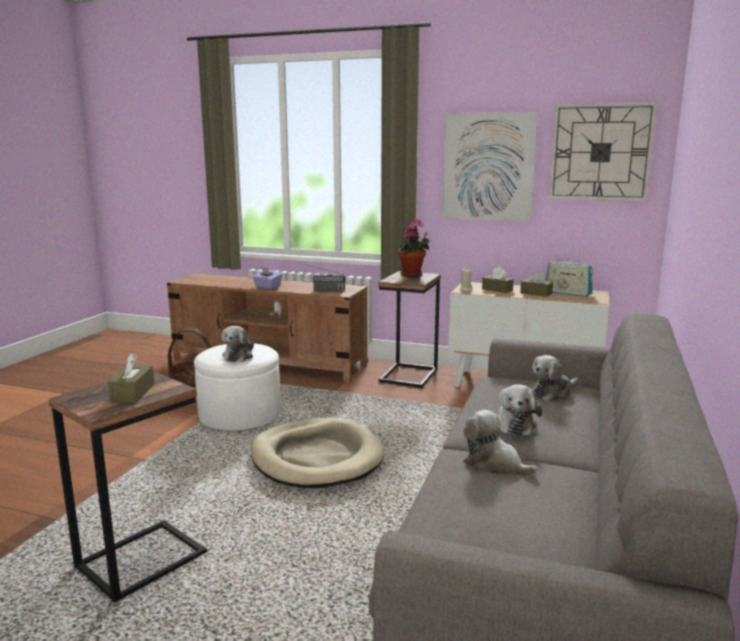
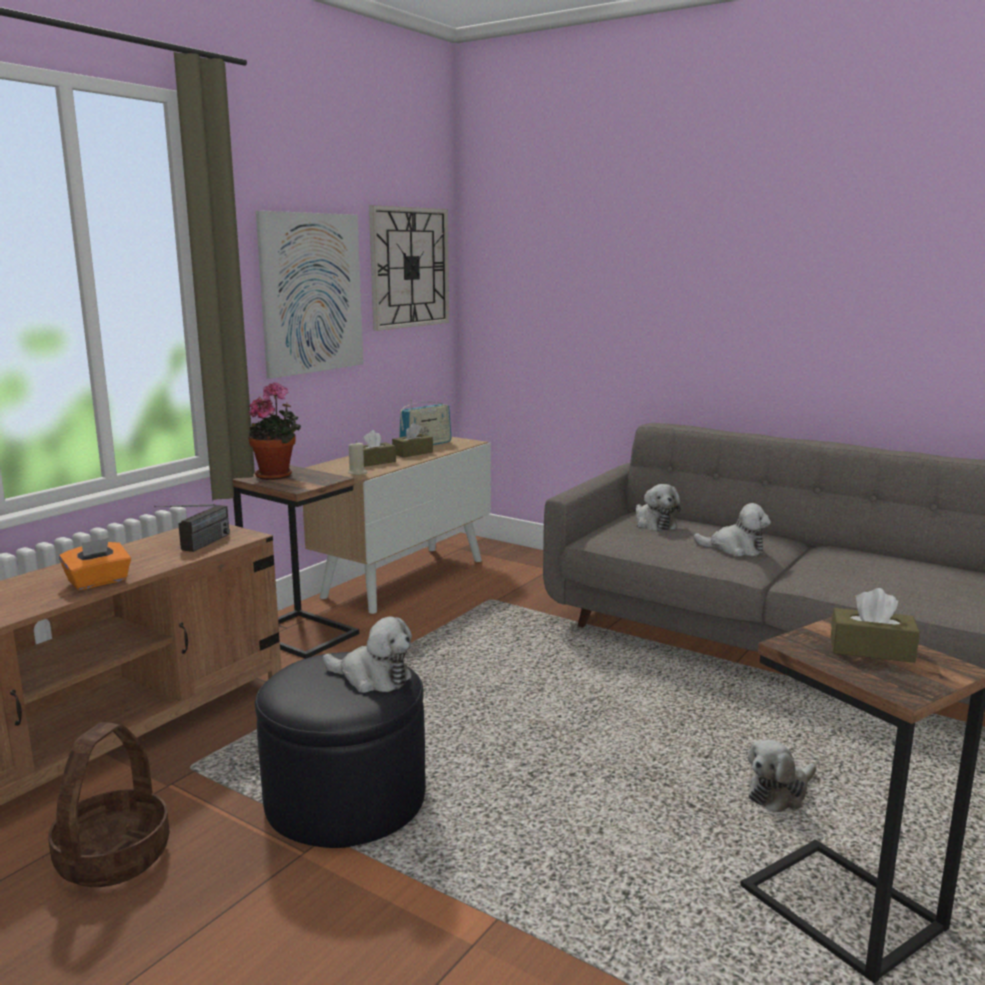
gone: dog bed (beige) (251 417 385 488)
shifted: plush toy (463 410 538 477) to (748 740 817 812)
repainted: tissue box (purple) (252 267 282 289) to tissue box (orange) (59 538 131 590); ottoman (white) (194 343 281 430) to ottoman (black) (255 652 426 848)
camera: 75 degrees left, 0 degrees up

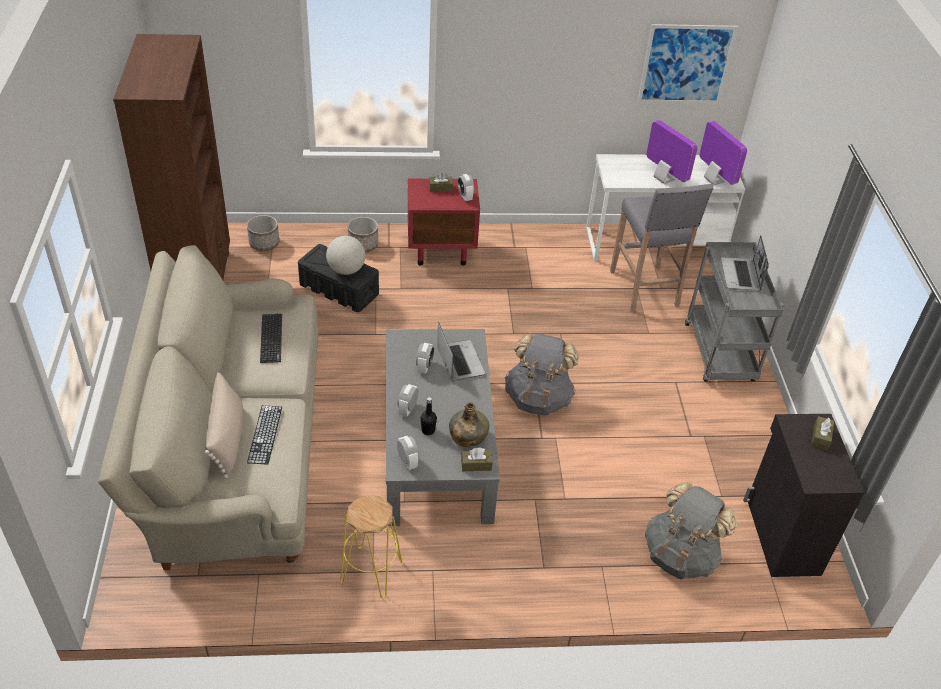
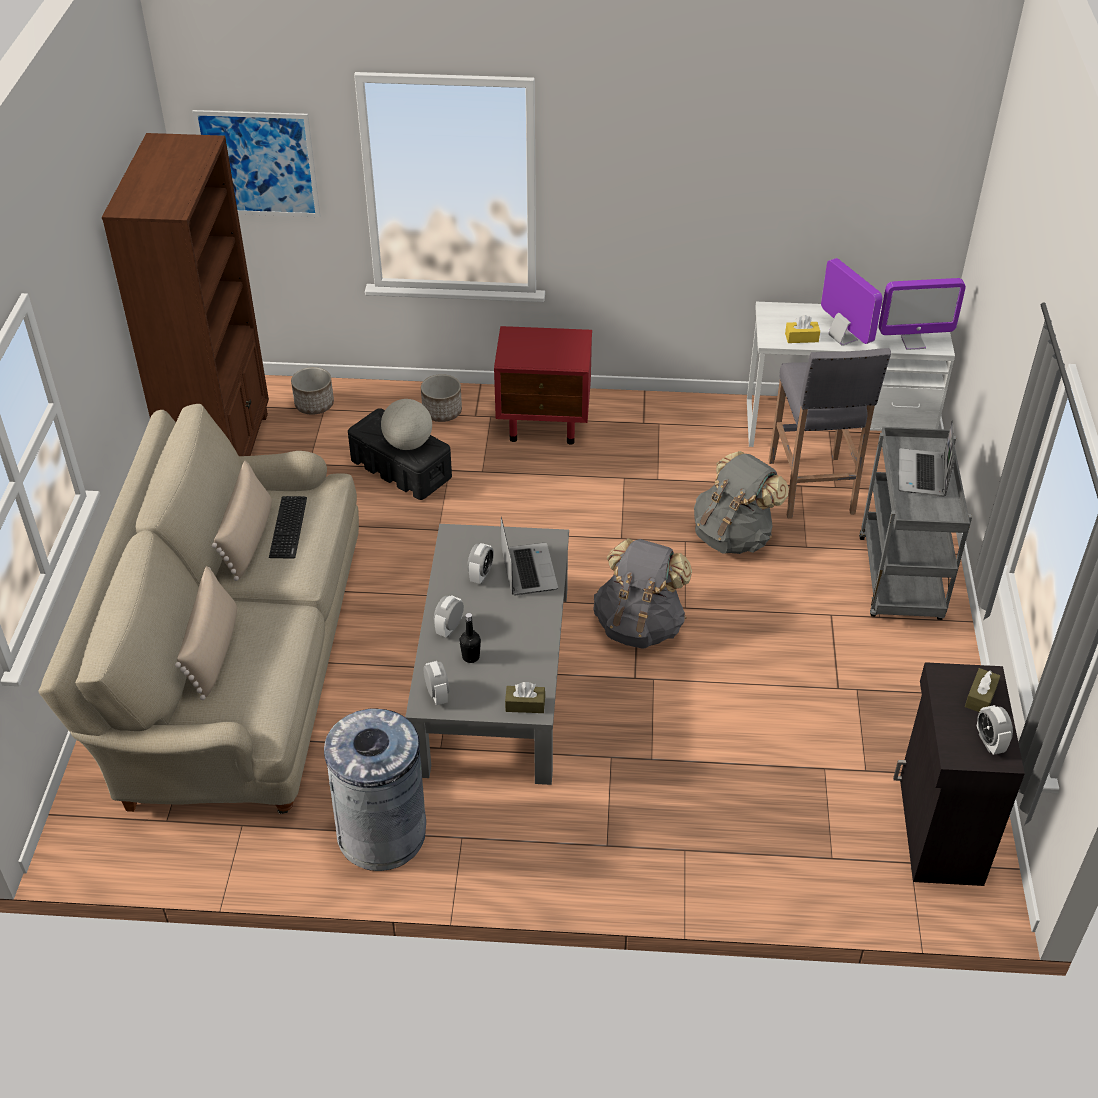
gone: keyboard (247 405 282 465); tissue box (brown) (429 173 453 192); bottle (green) (449 402 489 447)
new: pillow (beige) (212 461 272 581); tissue box (yellow) (785 315 820 343)
shifted: picture (638 24 738 104) to (192 110 320 217); backpack (grey) (645 482 737 579) to (694 451 789 554); alarm clock (458 174 474 201) to (977 705 1013 755)
swapped: stool (yellow) (340 495 402 598) to trash can (grey) (324 708 426 871)
rotated: monitor (699 121 747 185) = (878 278 966 350) 105 degrees clockwise
camera: 10 degrees right, 0 degrees up

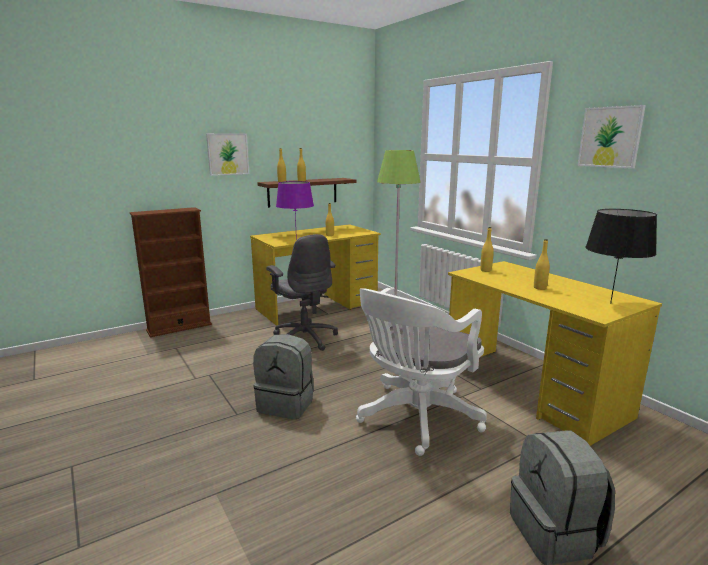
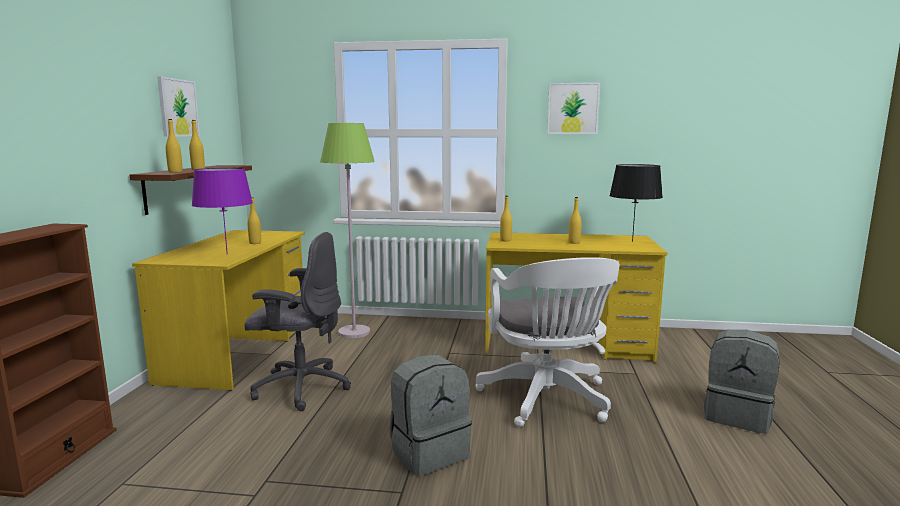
shifted: picture (206 133 249 176) to (157 76 200 137)
camera: 50 degrees left, 5 degrees down

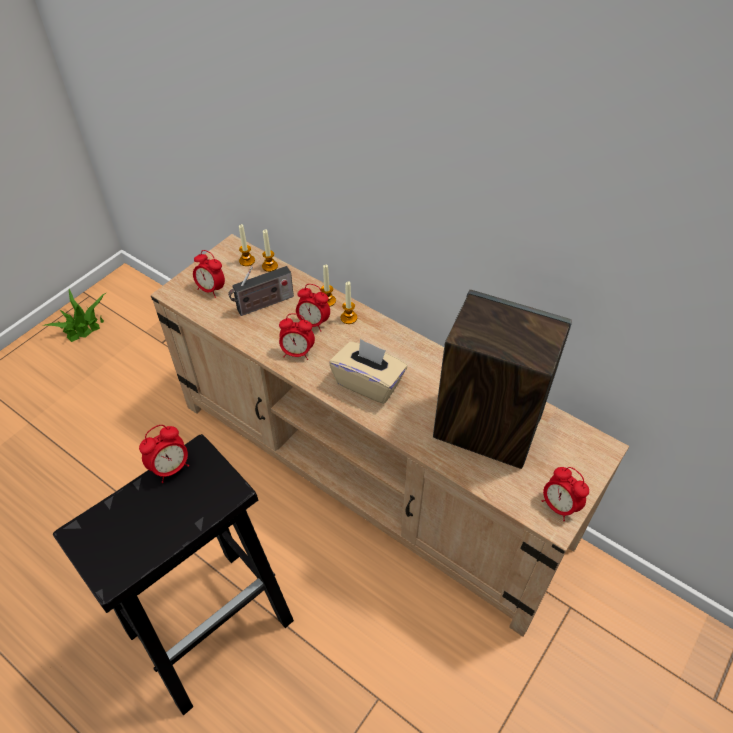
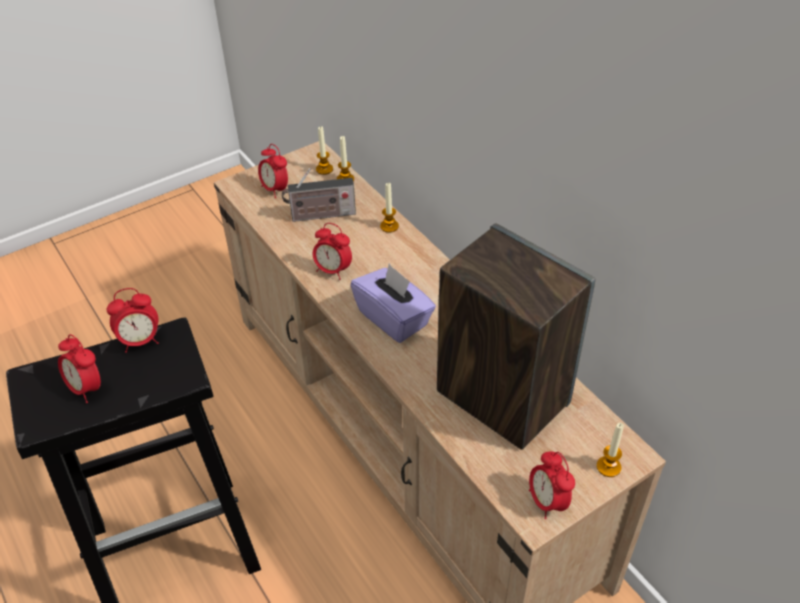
gone: potted plant (43 289 106 342)
shifted: alarm clock (296 284 330 332) to (58 334 101 403); candle (341 281 357 324) to (597 423 624 477)
repainted: tissue box (beige) (329 338 407 404) to tissue box (purple) (350 264 436 343)
camera: 20 degrees right, 5 degrees down

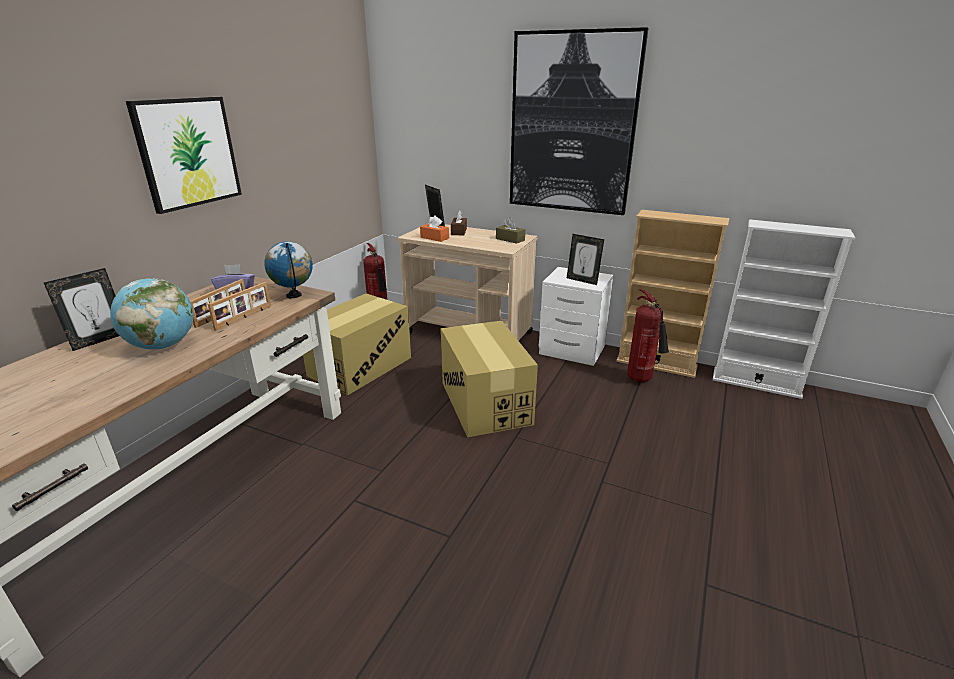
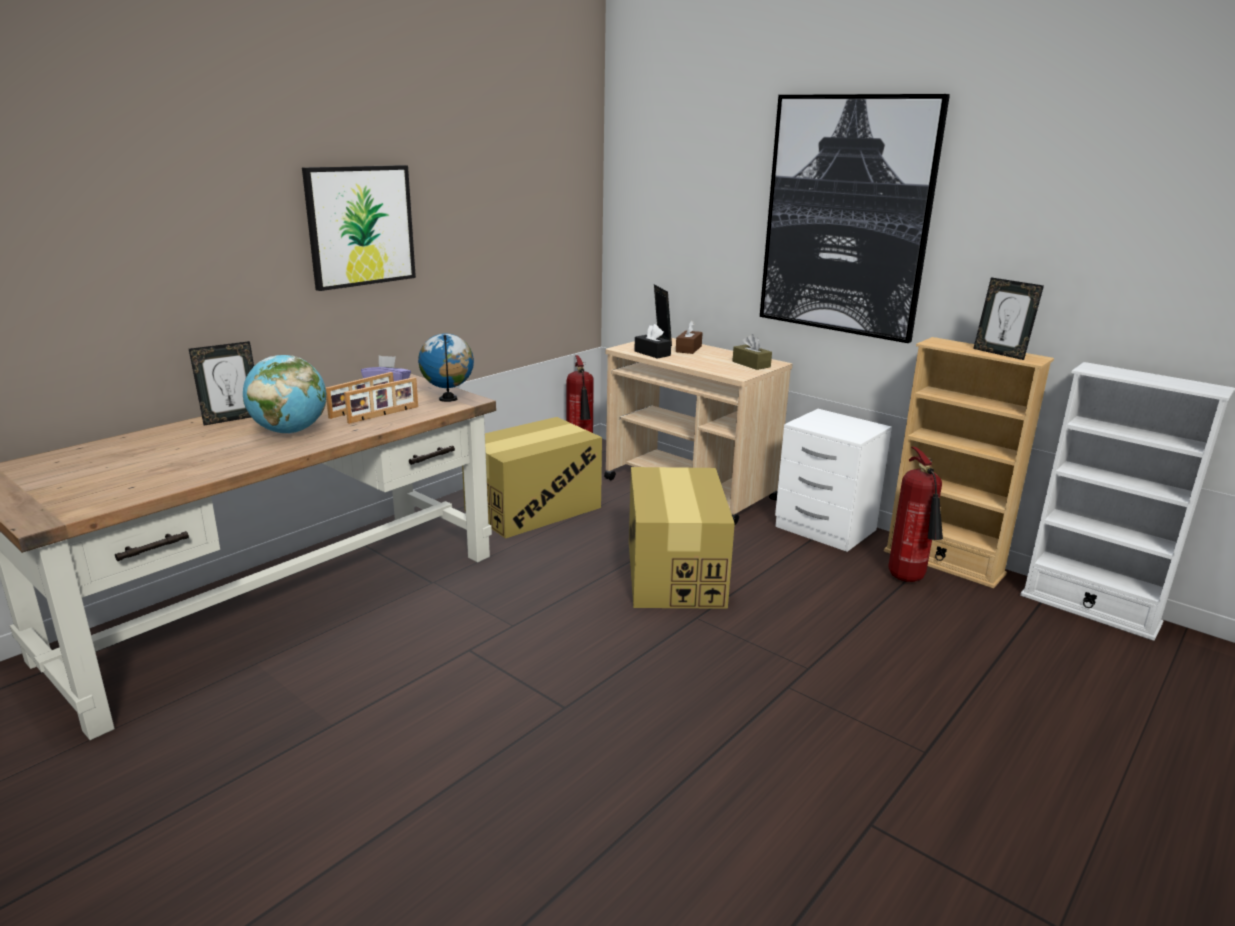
shifted: picture frame (567 234 604 285) to (973 277 1044 360)
repainted: tissue box (orange) (420 216 449 242) to tissue box (black) (634 324 671 359)
camera: 15 degrees right, 5 degrees down

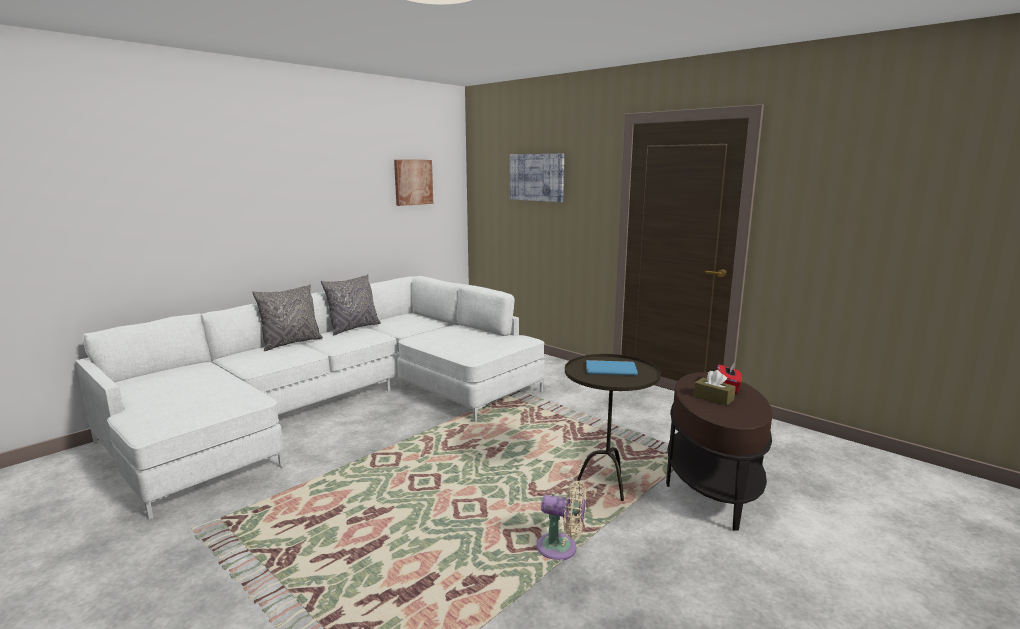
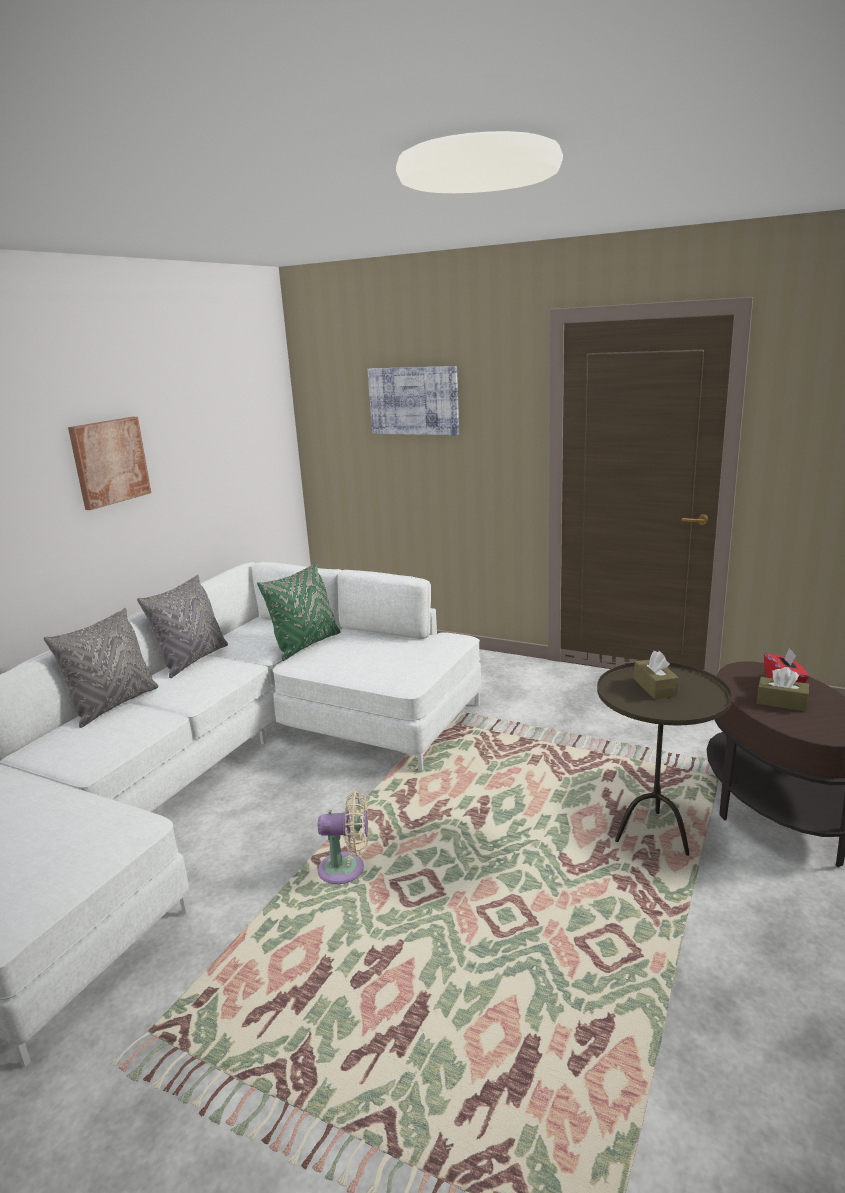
new: pillow (green) (257 563 340 661)
shifted: picture (394 160 433 206) to (68 417 151 510); fan (beige) (537 481 586 560) to (318 791 368 884)
swapped: book (blue) (586 360 638 375) to tissue box (brown) (634 651 679 699)
camera: 15 degrees left, 5 degrees up

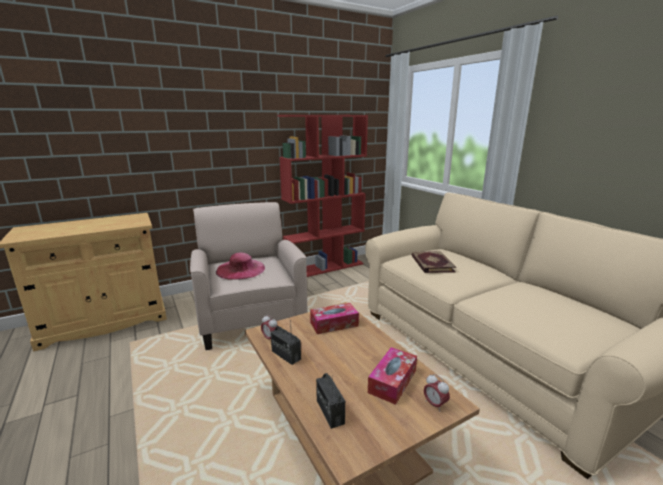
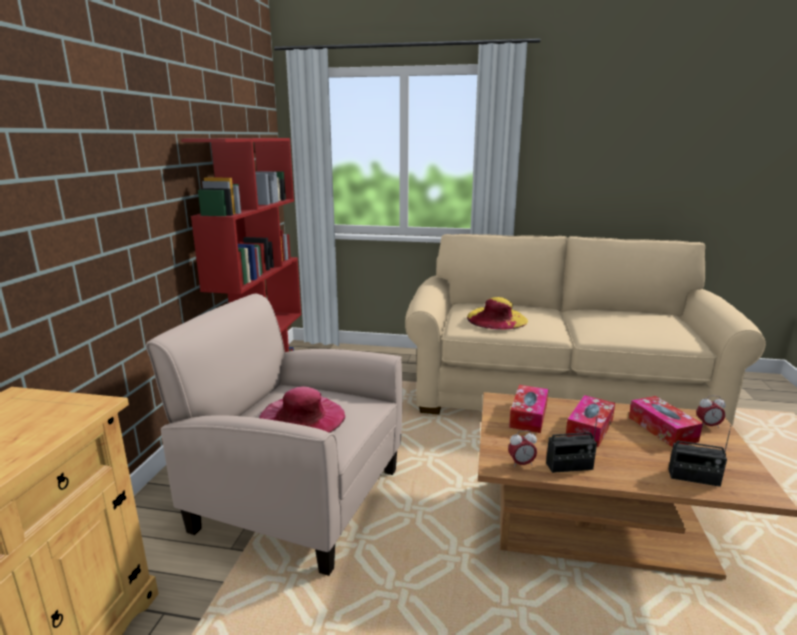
new: tissue box (566 395 615 447)
swapped: book (412 251 456 273) to hat (yellow) (467 297 528 330)
camera: 50 degrees left, 0 degrees up

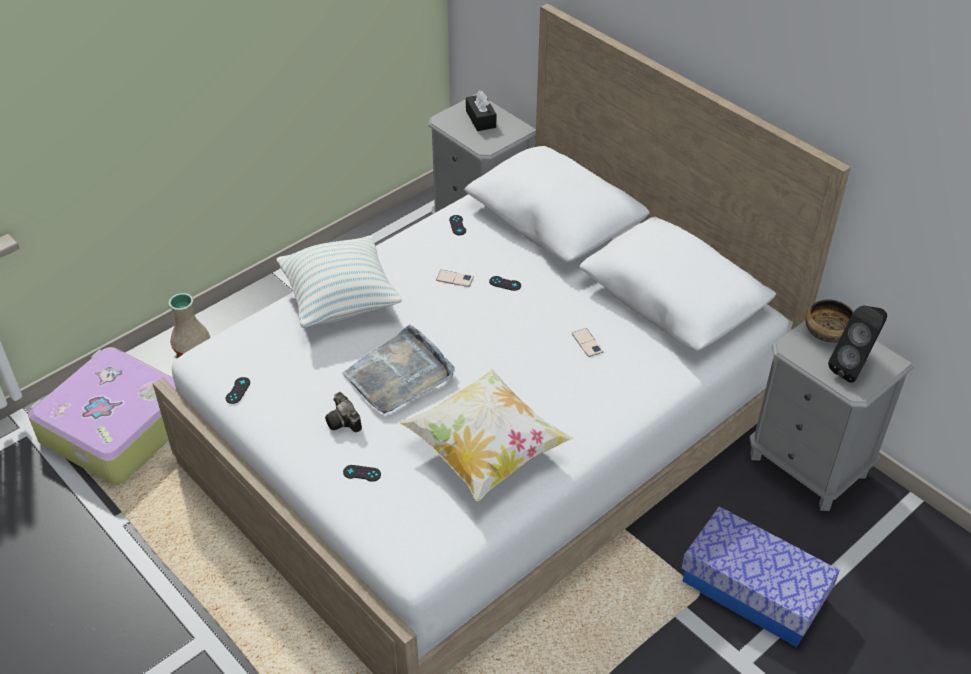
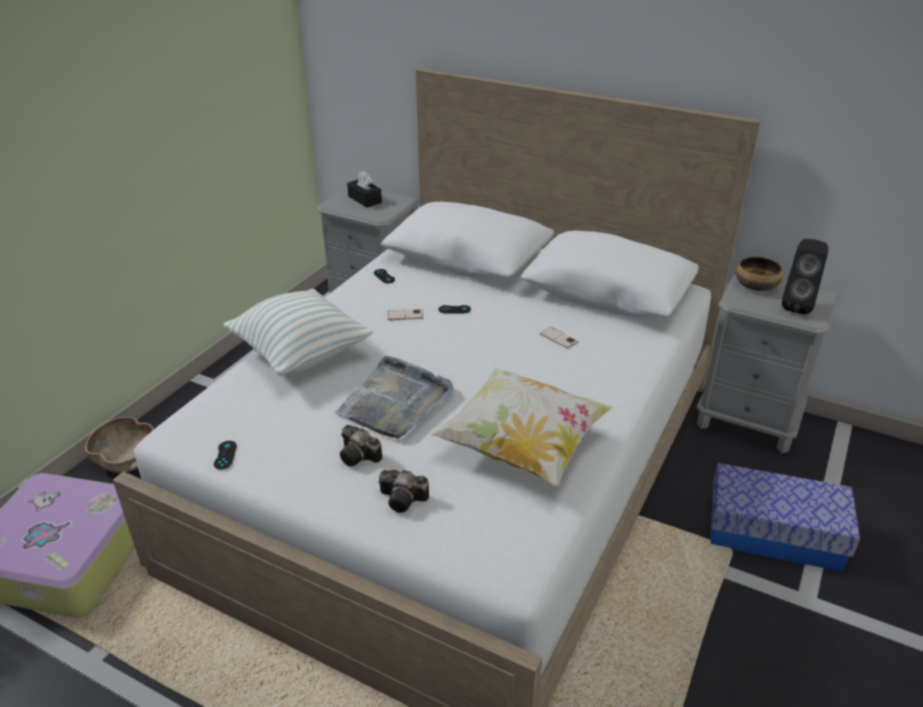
swapped: vase (beige) (169 293 210 356) to bowl (brown) (85 417 154 473); game controller (black) (343 465 381 482) to photo camera (379 470 429 513)
camera: 20 degrees left, 10 degrees down

